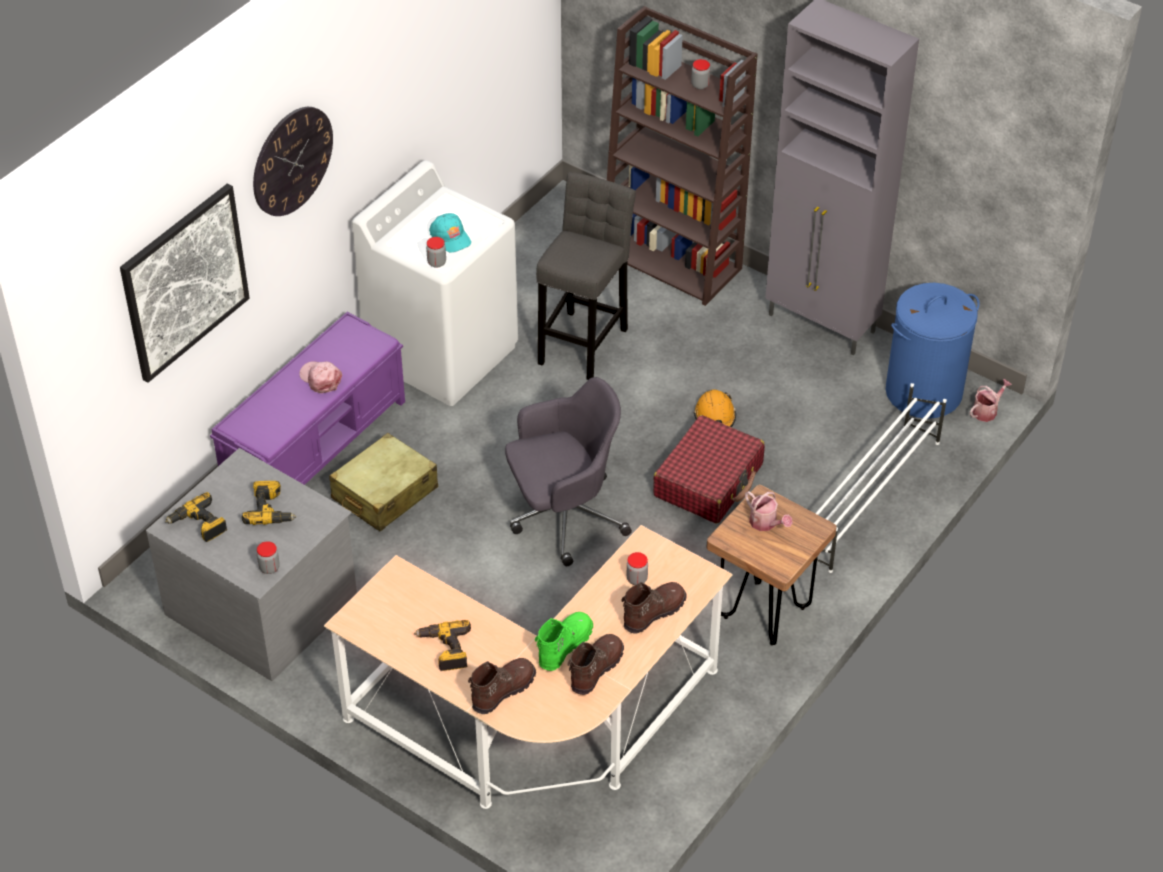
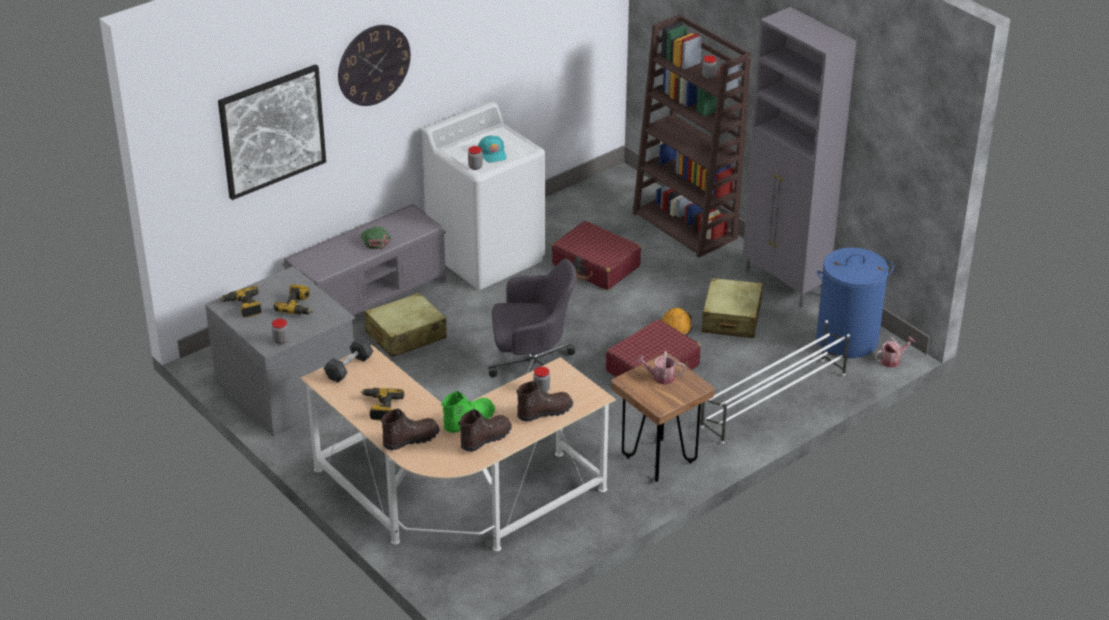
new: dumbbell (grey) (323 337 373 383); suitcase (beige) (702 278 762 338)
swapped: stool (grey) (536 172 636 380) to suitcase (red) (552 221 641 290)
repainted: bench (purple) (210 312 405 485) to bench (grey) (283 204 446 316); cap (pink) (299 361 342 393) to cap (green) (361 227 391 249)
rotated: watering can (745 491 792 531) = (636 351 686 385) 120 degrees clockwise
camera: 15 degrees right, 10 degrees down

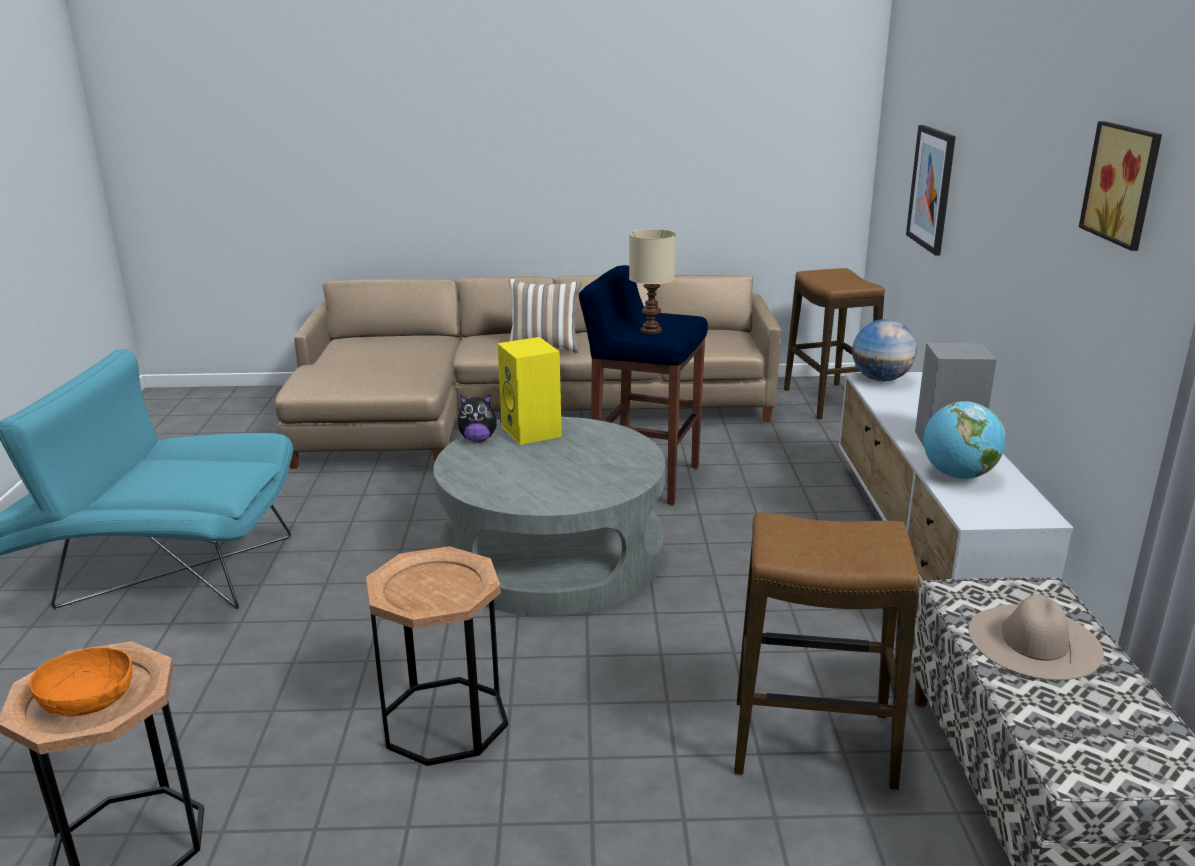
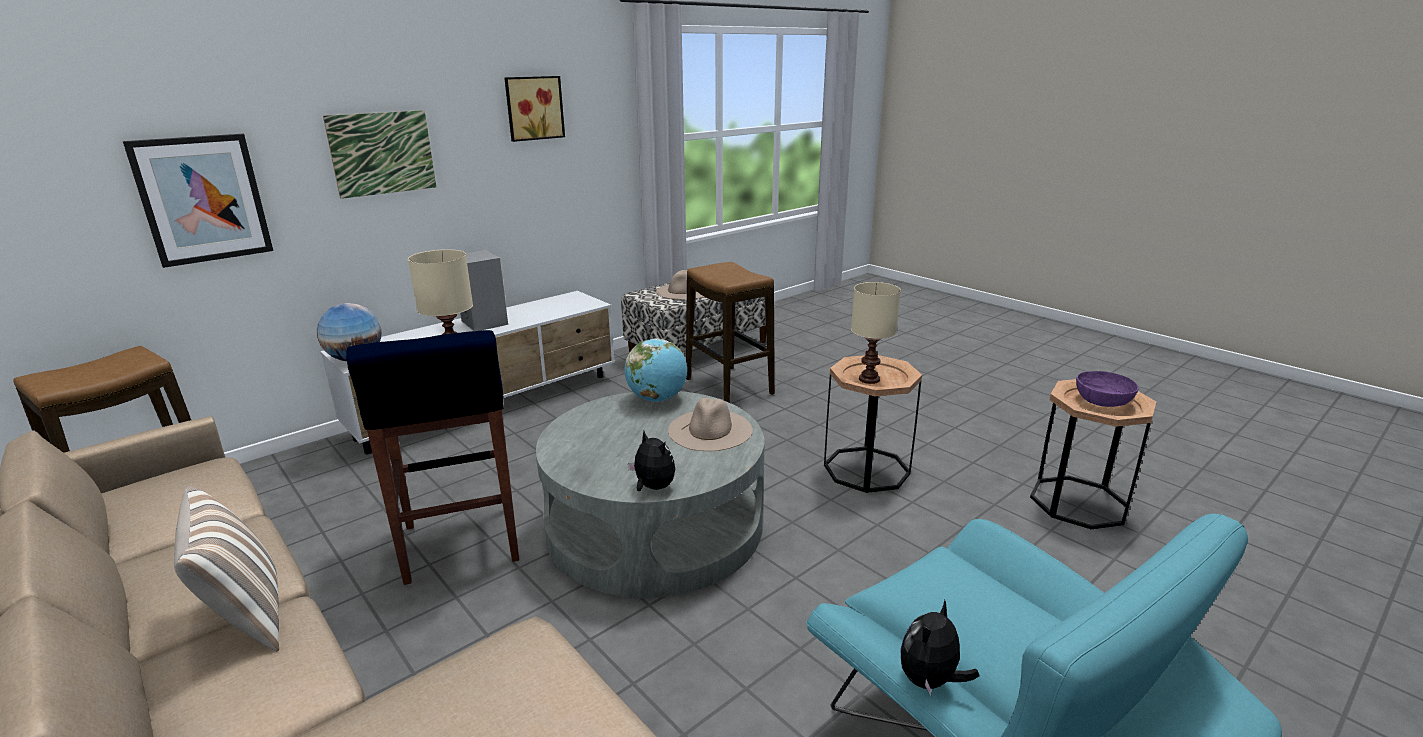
gone: speaker (yellow) (497 337 562 445)
new: picture (323 110 436 199); hat (beige) (668 398 753 451); table lamp (beige) (851 282 901 384); plush toy (900 600 979 696)
shifted: globe (923 401 1006 479) to (624 338 687 402)
repainted: bowl (orange) (29 647 132 716) to bowl (purple) (1076 371 1139 407)
camera: 130 degrees left, 0 degrees up

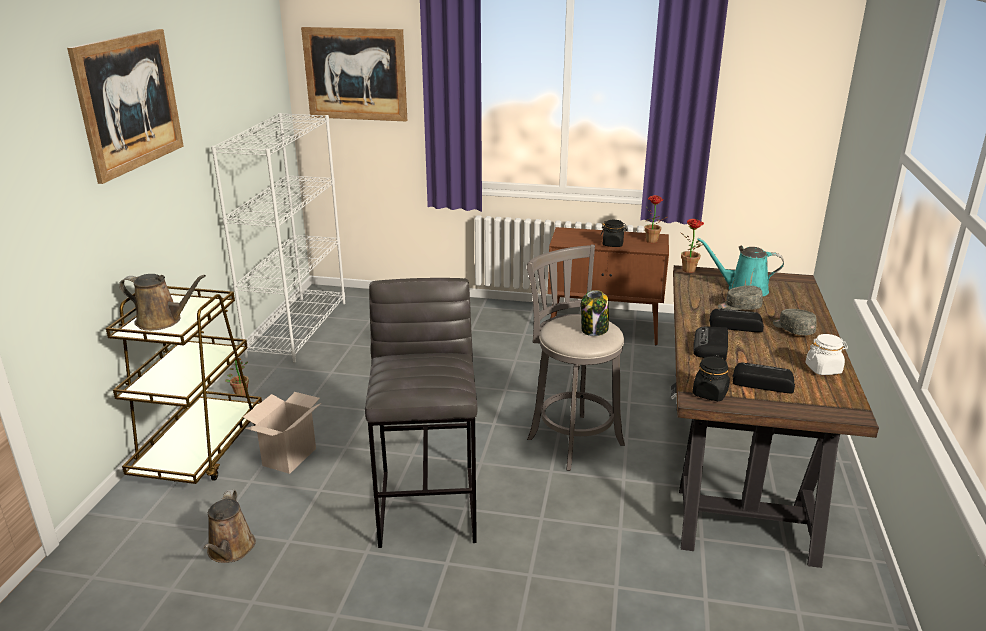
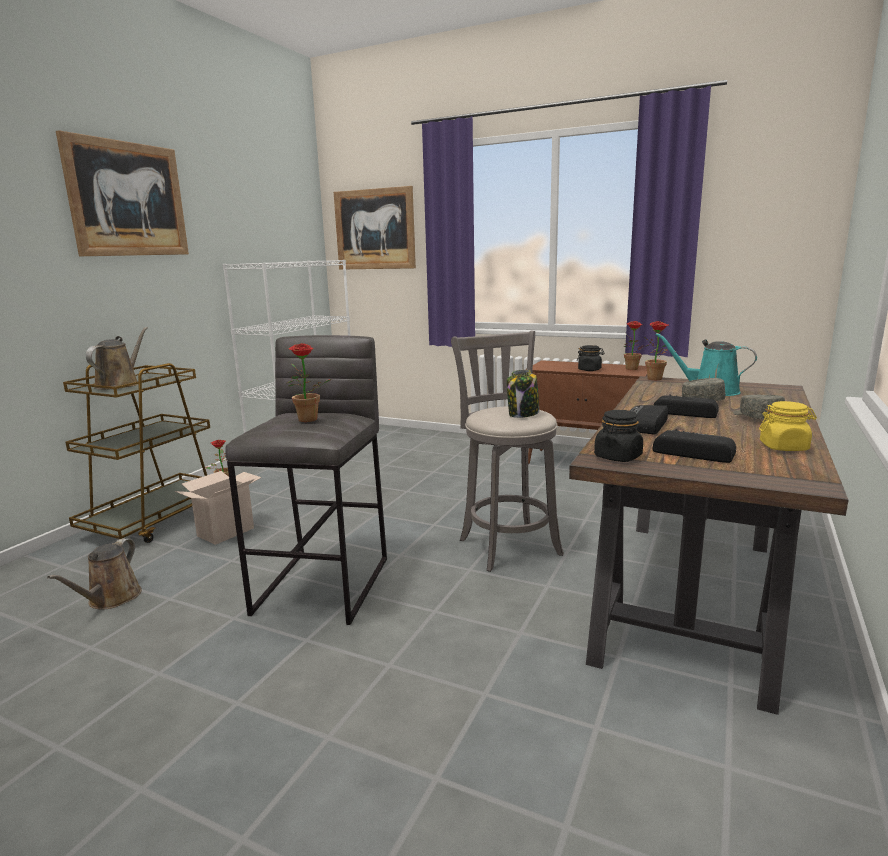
new: potted plant (286 343 331 422)
repainted: jar (white) (805 334 848 375) to jar (yellow) (759 401 817 451)
rotated: watering can (brown) (119 274 206 331) = (86 327 148 390) 105 degrees counterclockwise
camera: 15 degrees right, 10 degrees down

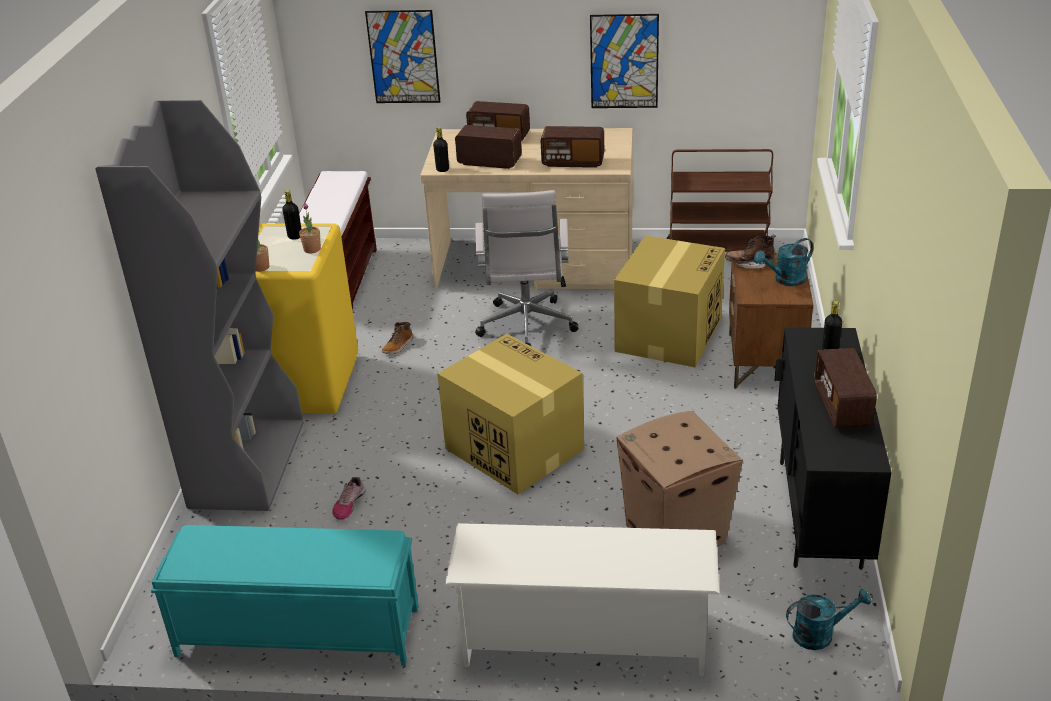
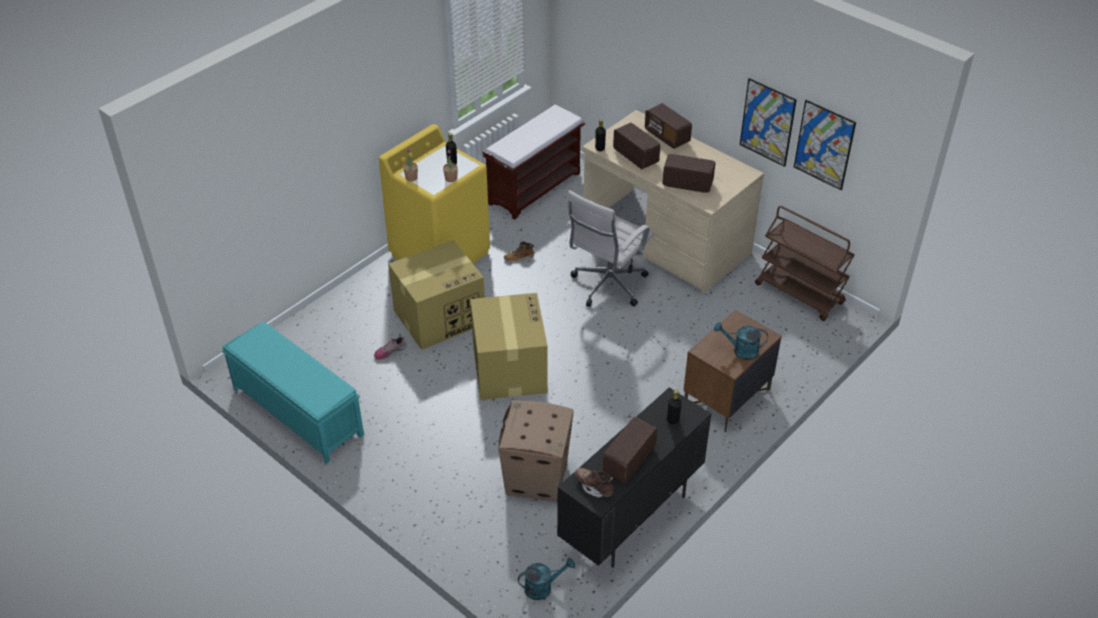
gone: bookcase (grey) (96 100 304 511); shoe rack (white) (445 523 720 676)
shifted: cardboard box (614 235 725 367) to (388 240 485 350); boot (brown) (725 235 776 269) to (575 468 613 498); picture (365 10 440 103) to (794 100 856 190)
rotated: watering can (turquoise) (786 589 872 650) = (518 558 575 600) 45 degrees counterclockwise; radio (541 126 604 168) = (662 154 715 193) 150 degrees clockwise
camera: 35 degrees right, 10 degrees up

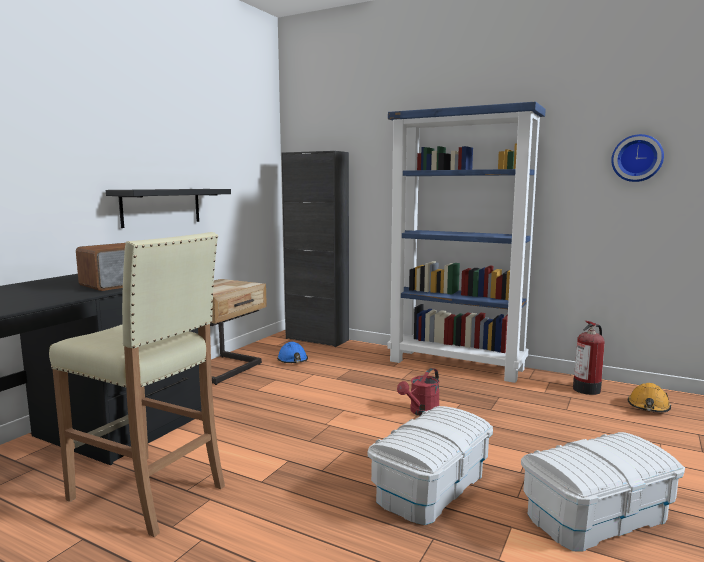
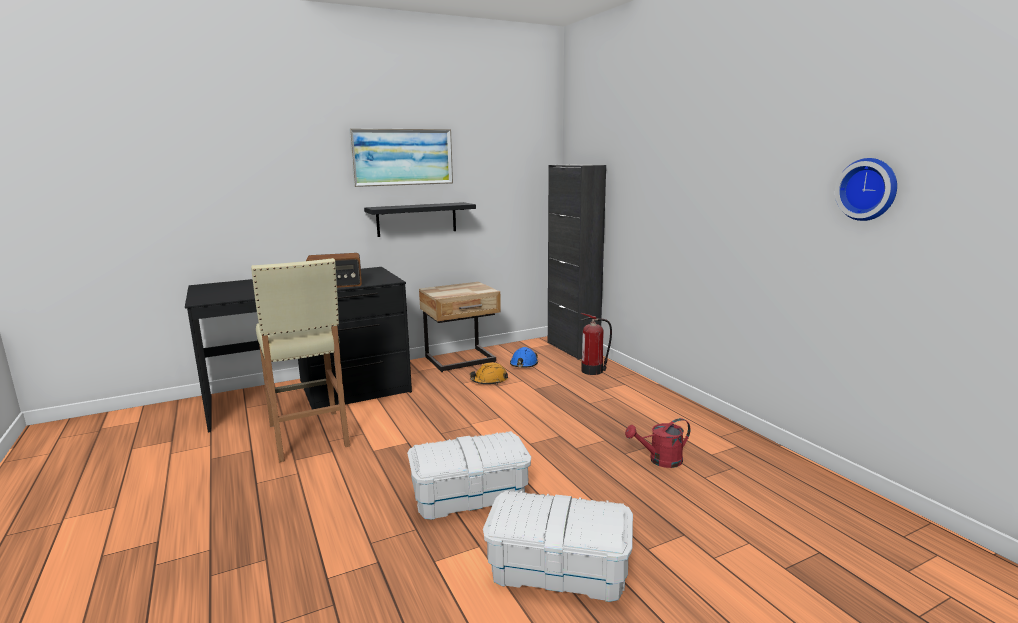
gone: bookcase (blue) (387 102 546 383)
new: picture (349 128 453 187)
shifted: hard hat (orange) (627 383 671 412) to (470 362 508 385); fire extinguisher (573 320 605 395) to (580 313 612 375); watering can (red) (397 368 440 416) to (625 418 690 468)
camera: 35 degrees right, 5 degrees up

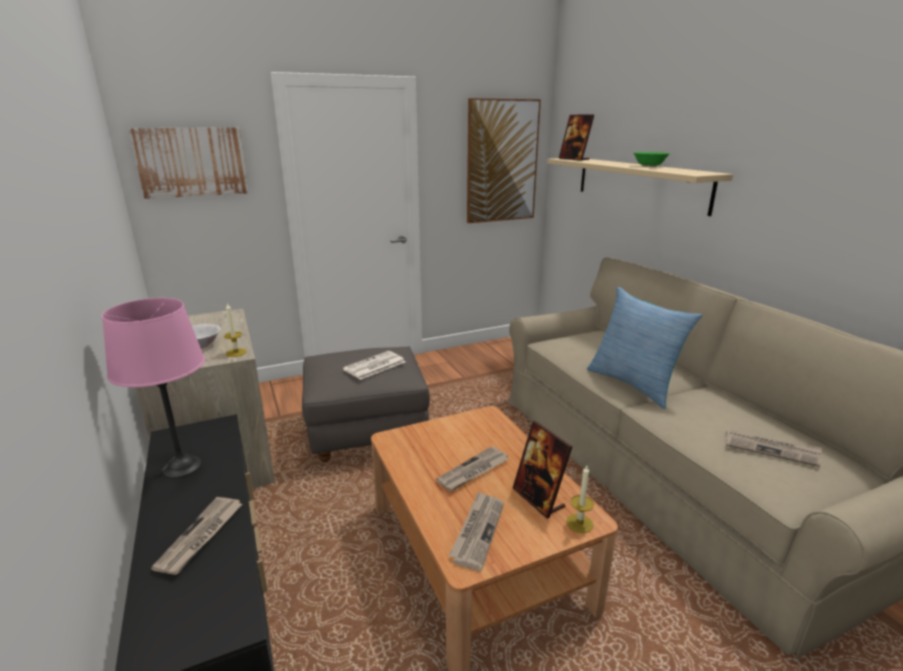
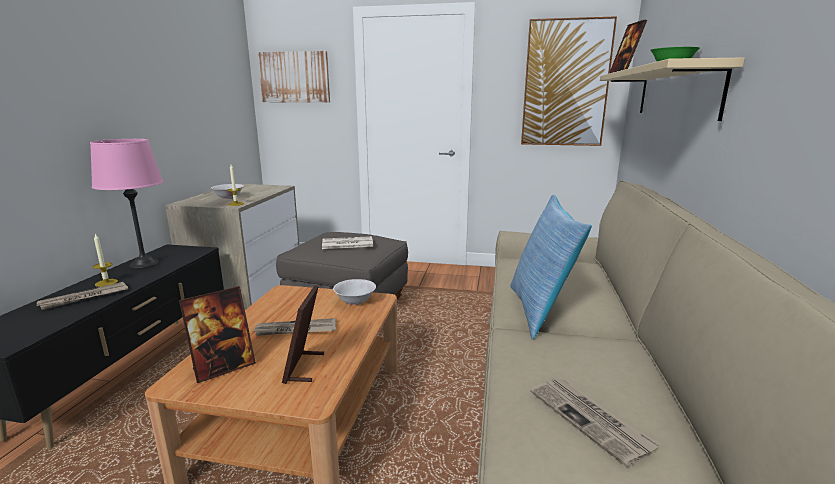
new: bowl (white) (333 279 376 305)
shifted: candle (566 466 594 533) to (93 234 118 287)
swapped: newspaper (449 491 504 571) to picture frame (179 286 256 383)
camera: 35 degrees right, 5 degrees down

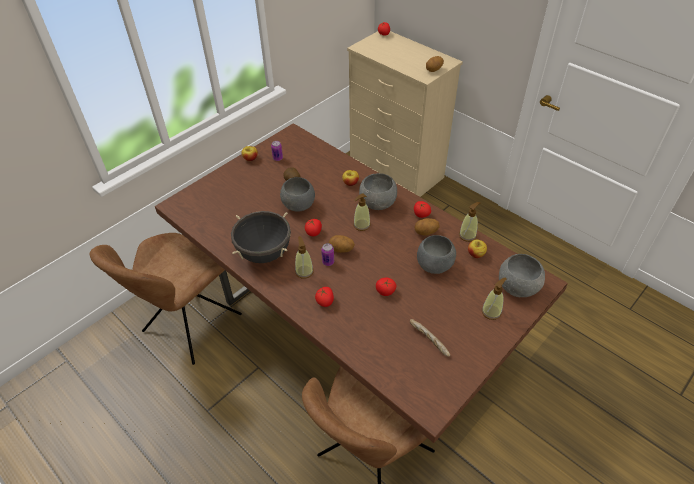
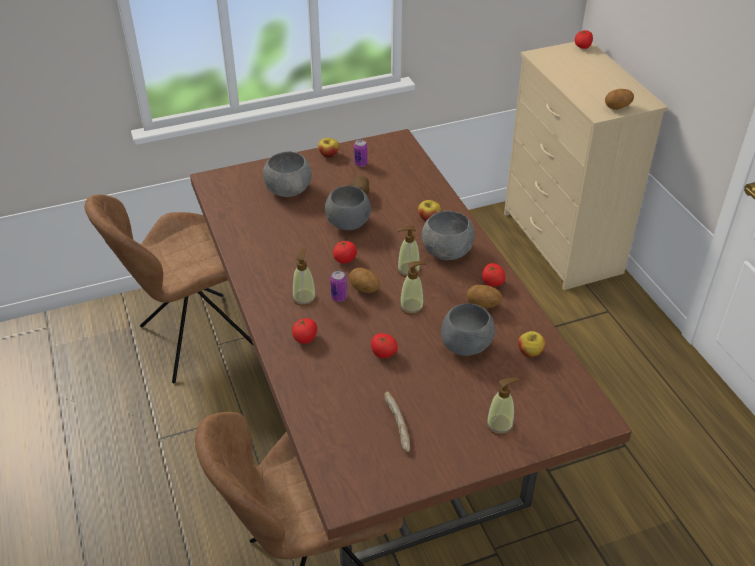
gone: cooking pot (black) (231 211 291 263)
shifted: bowl (grey) (499 254 545 297) to (263 152 312 197); soap dispenser (459 202 480 242) to (400 261 426 315)
camera: 25 degrees right, 5 degrees down

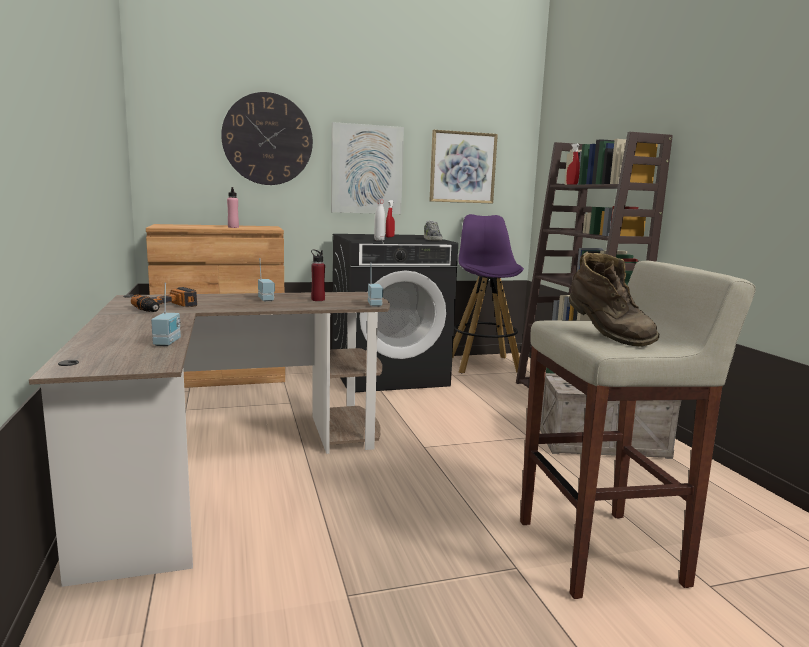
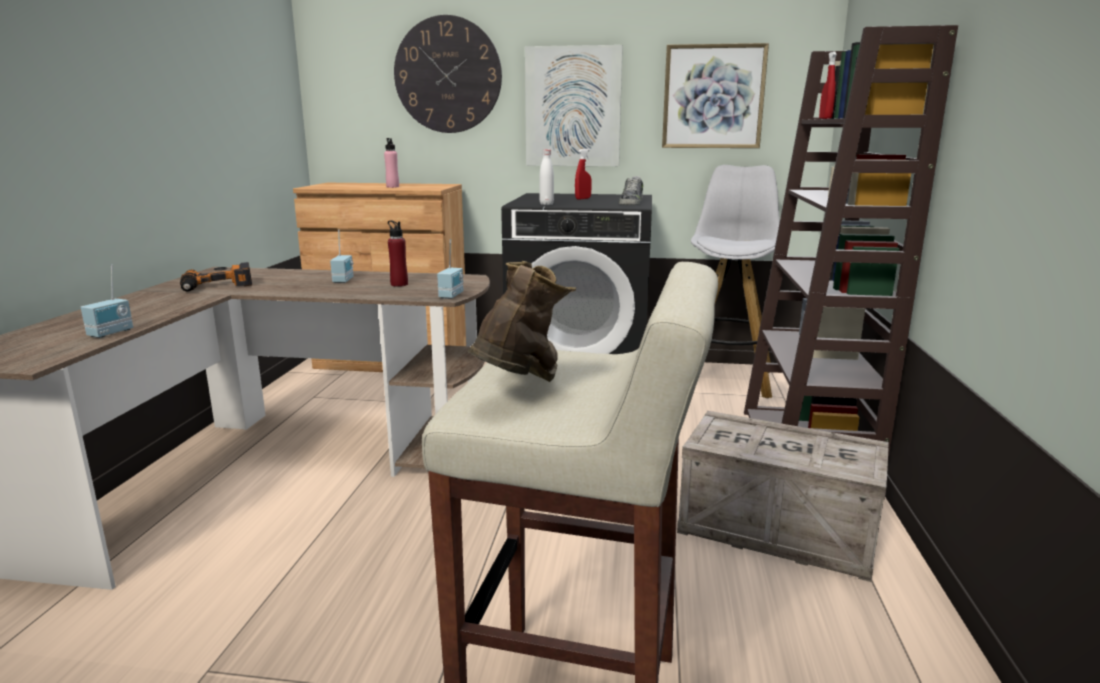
repainted: stool (purple) (452 214 524 373) to stool (white) (691 165 780 398)
rotated: boot (brown) (569 252 659 347) = (467 261 576 382) 150 degrees counterclockwise
camera: 25 degrees right, 5 degrees up

